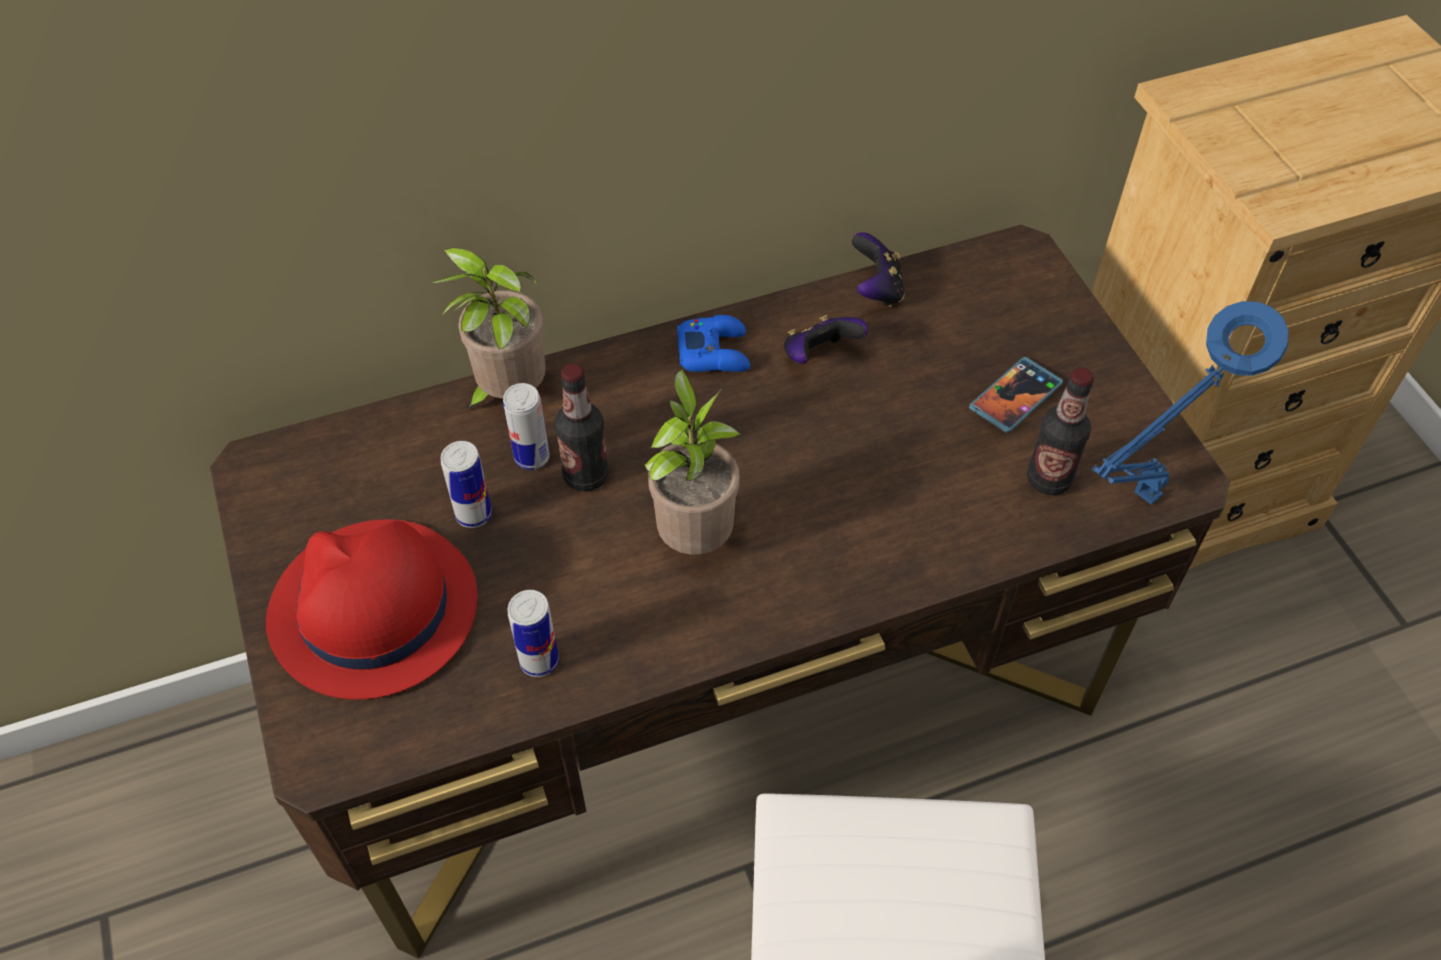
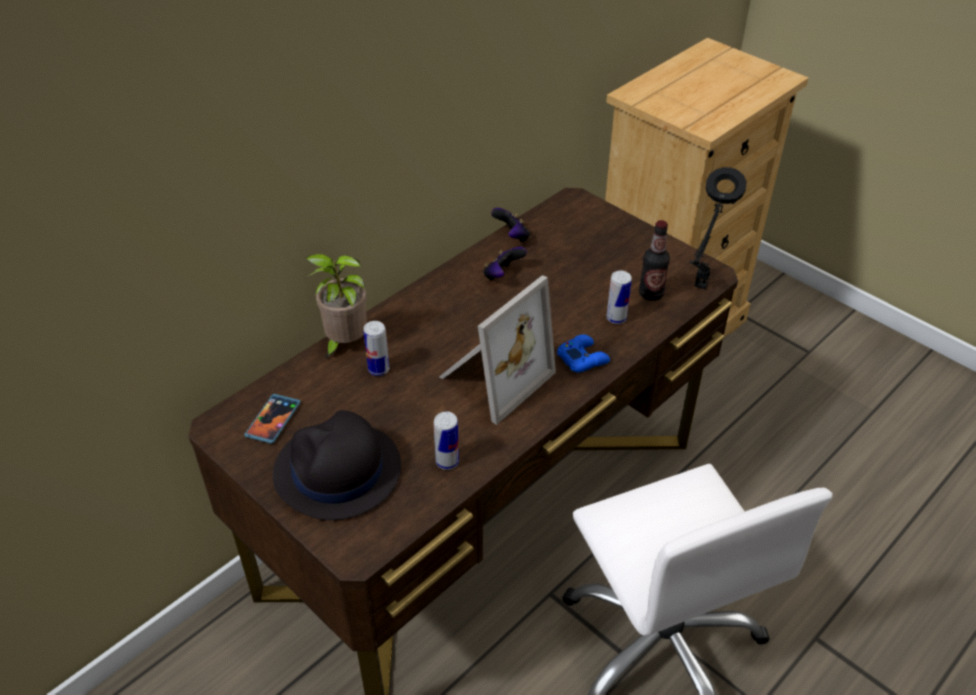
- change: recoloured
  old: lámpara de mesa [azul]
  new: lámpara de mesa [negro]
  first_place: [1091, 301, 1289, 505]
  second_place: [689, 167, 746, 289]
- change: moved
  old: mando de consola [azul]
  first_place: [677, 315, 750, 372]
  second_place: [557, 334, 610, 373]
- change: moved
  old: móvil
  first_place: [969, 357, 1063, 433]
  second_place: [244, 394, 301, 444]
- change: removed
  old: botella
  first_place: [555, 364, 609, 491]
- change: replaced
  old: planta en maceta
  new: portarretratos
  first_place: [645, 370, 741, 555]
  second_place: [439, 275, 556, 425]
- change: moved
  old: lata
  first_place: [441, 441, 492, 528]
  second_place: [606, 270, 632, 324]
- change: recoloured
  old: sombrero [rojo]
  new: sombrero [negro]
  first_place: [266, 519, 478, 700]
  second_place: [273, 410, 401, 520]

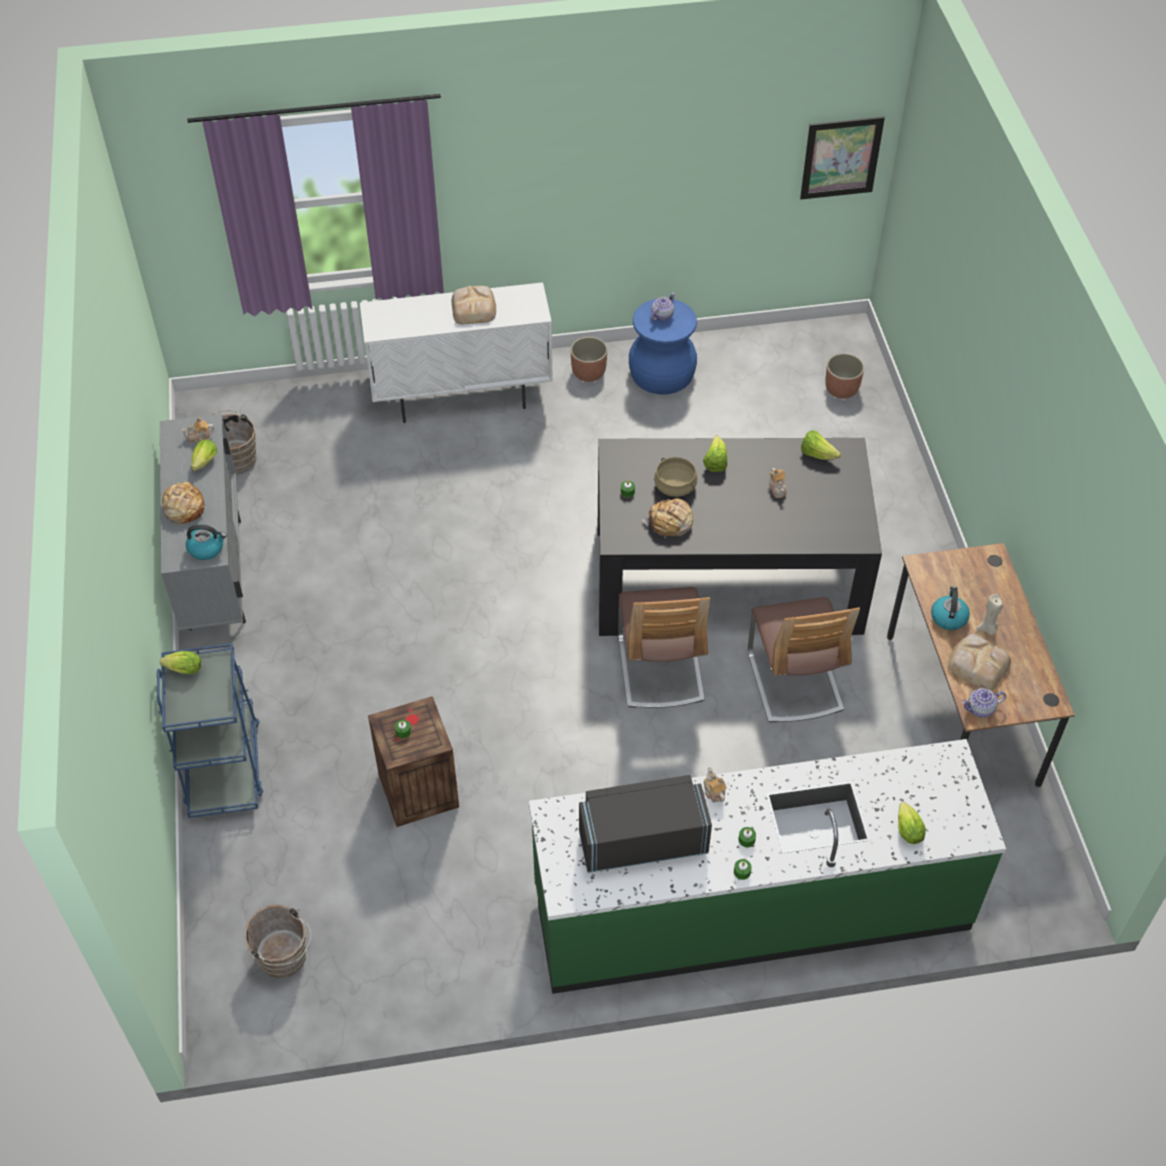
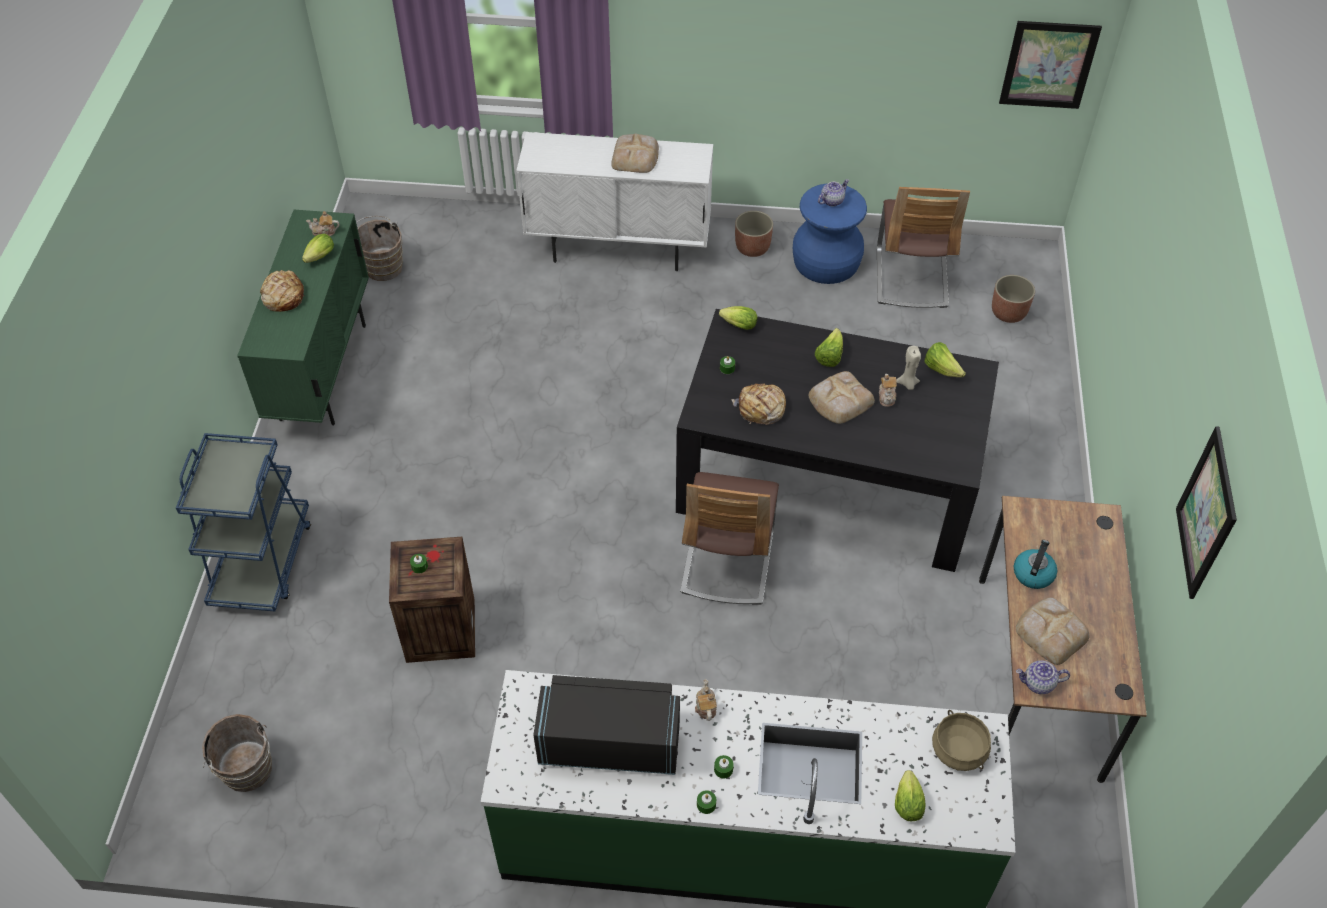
- change: recoloured
  old: armario [gris]
  new: armario [verde]
  first_place: [160, 414, 246, 630]
  second_place: [237, 210, 369, 425]
- change: moved
  old: olla [beis]
  first_place: [654, 457, 697, 497]
  second_place: [932, 710, 991, 771]
- change: removed
  old: hervidor
  first_place: [186, 525, 227, 560]
- change: moved
  old: vela [beis]
  first_place: [976, 594, 1003, 635]
  second_place: [896, 346, 921, 390]
- change: moved
  old: silla
  first_place: [748, 597, 860, 722]
  second_place: [877, 187, 970, 308]
- change: moved
  old: lechuga
  first_place: [160, 651, 201, 674]
  second_place: [719, 306, 758, 330]
- change: added
  new: pan
  second_place: [809, 371, 875, 424]
- change: added
  new: cuadro
  second_place: [1176, 426, 1237, 599]

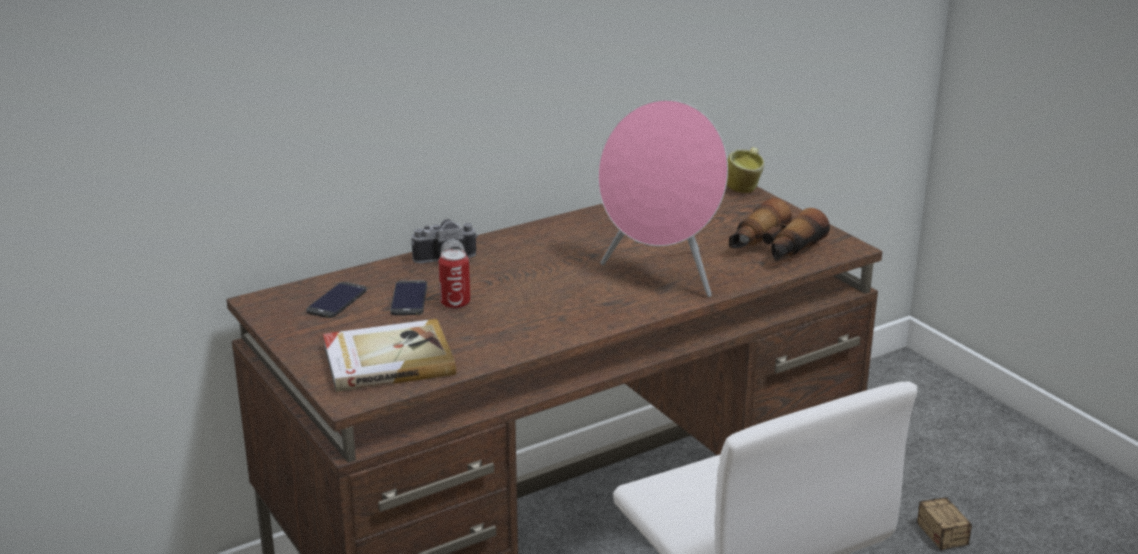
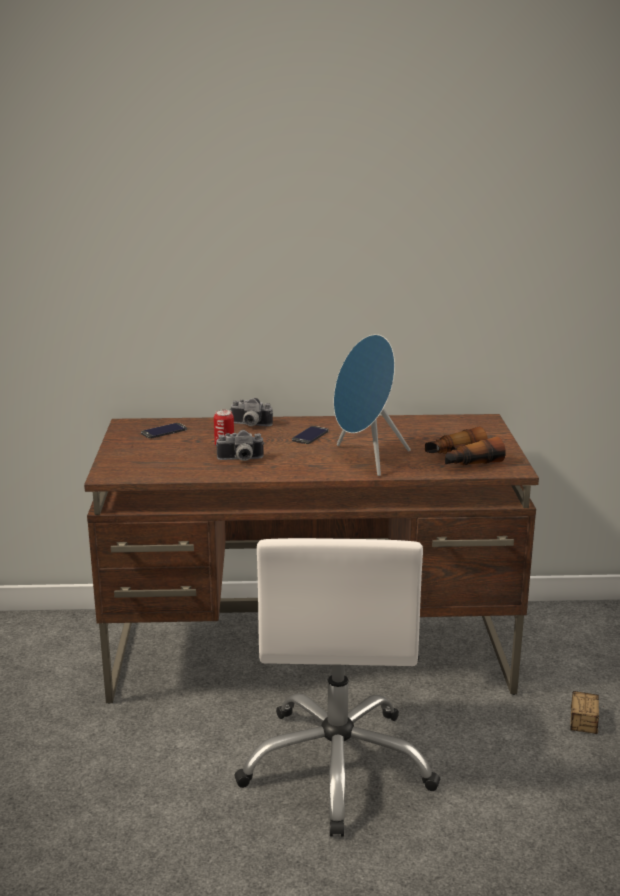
- change: recoloured
  old: altavoz [rosa]
  new: altavoz [azul]
  first_place: [598, 100, 728, 297]
  second_place: [334, 334, 411, 476]
- change: removed
  old: taza grande
  first_place: [727, 147, 764, 193]
- change: moved
  old: móvil
  first_place: [390, 281, 427, 315]
  second_place: [292, 426, 329, 444]
- change: removed
  old: libro
  first_place: [323, 319, 456, 392]
- change: added
  new: cámara
  second_place: [216, 430, 265, 461]

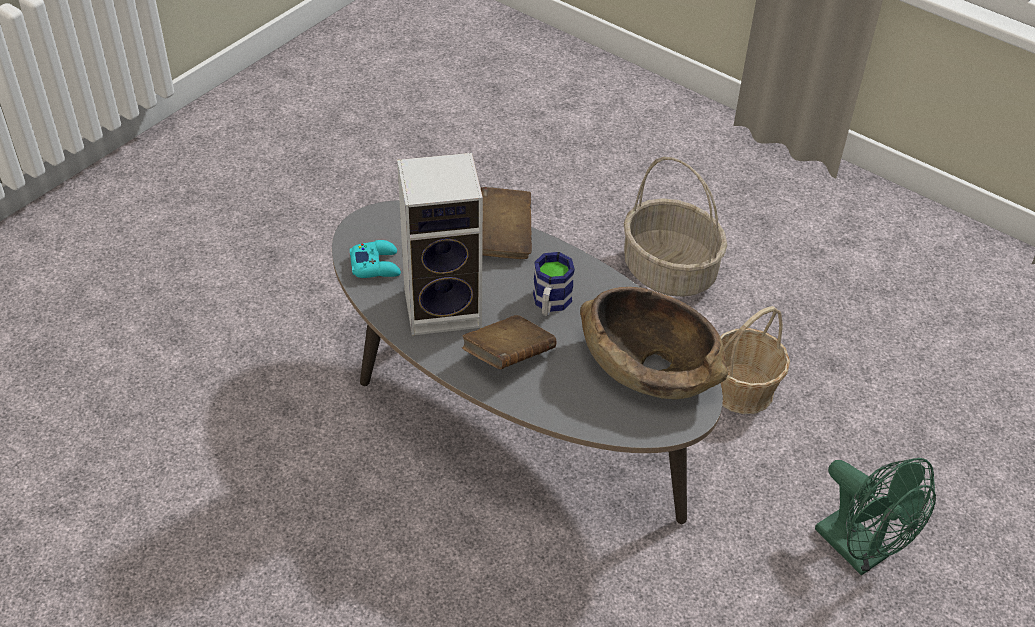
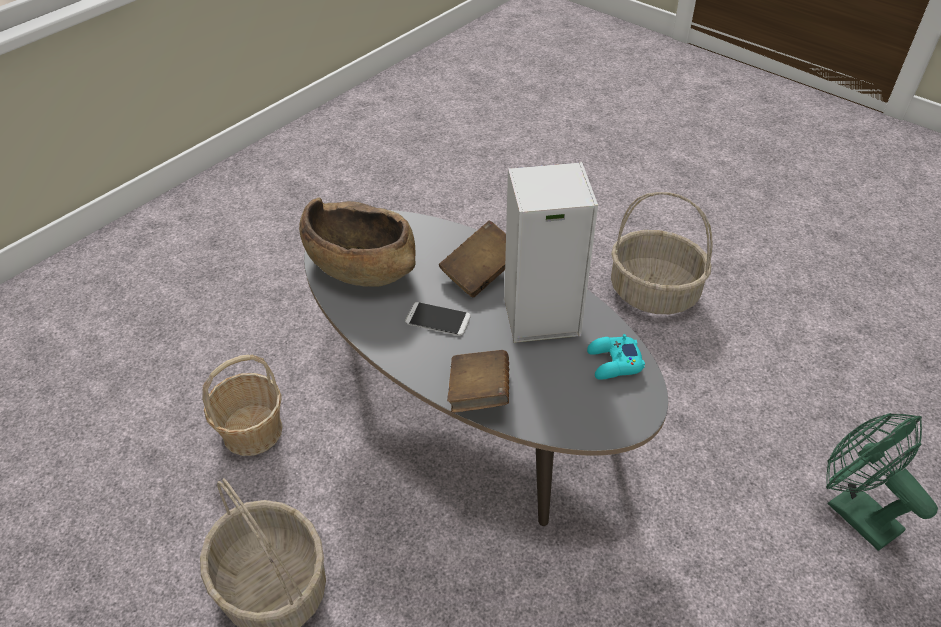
- change: replaced
  old: taza grande
  new: móvil
  first_place: [533, 252, 575, 316]
  second_place: [405, 302, 471, 336]
- change: moved
  old: ventilador [verde]
  first_place: [815, 458, 936, 576]
  second_place: [826, 413, 938, 551]
- change: added
  new: cesta
  second_place: [611, 192, 712, 314]

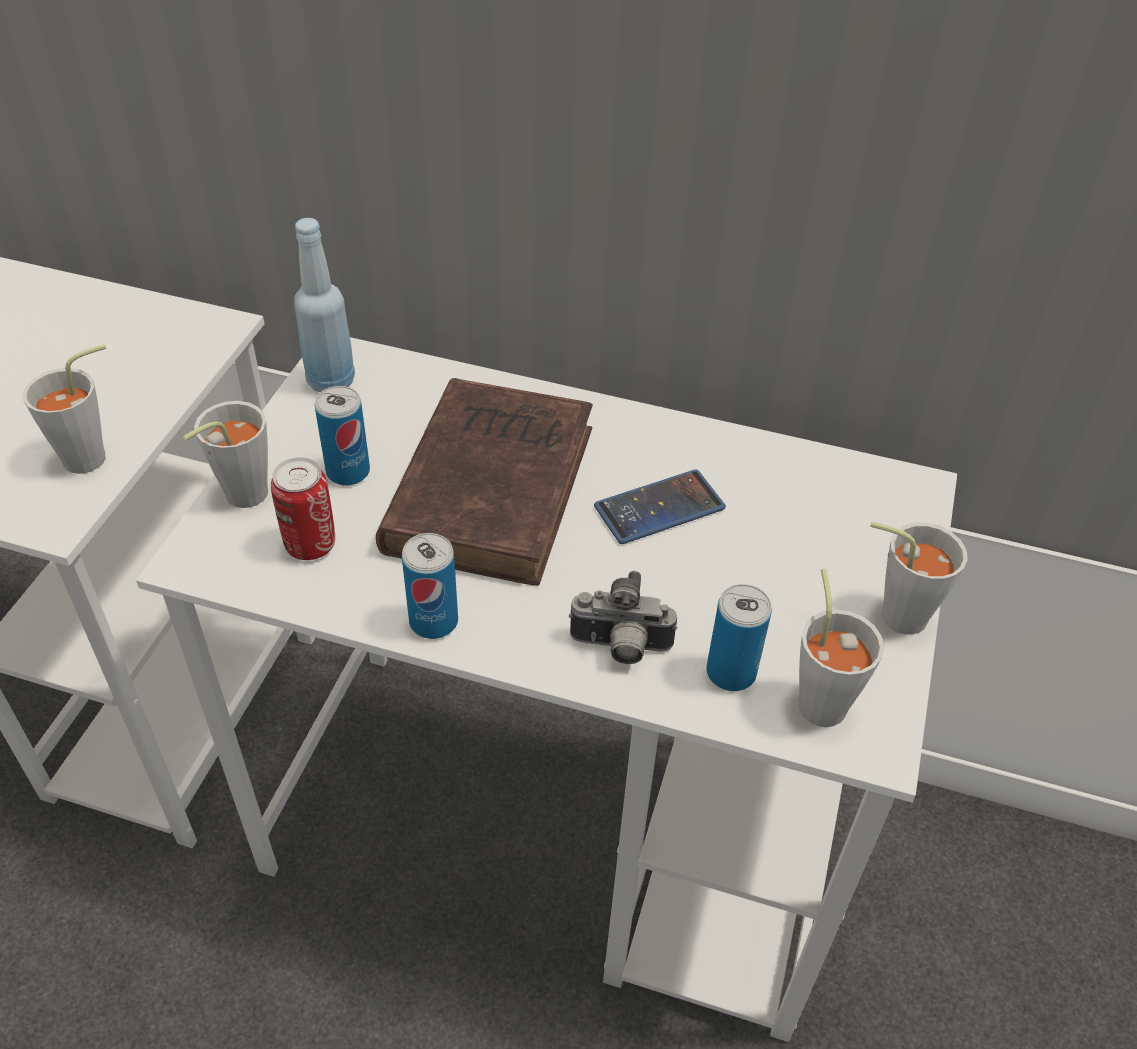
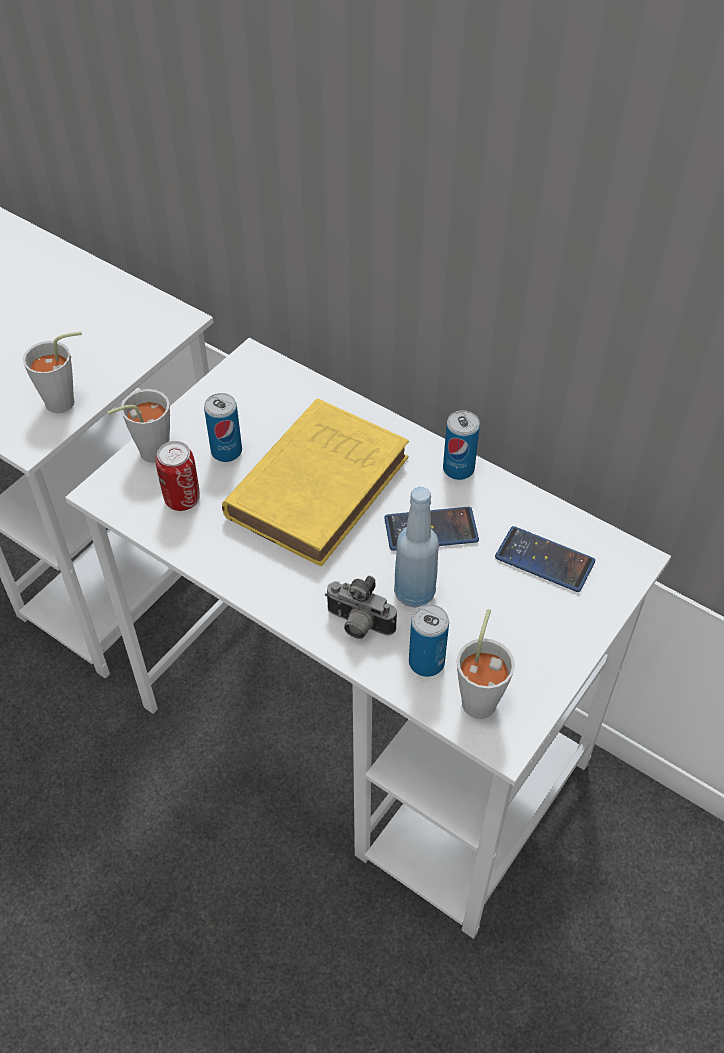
- change: moved
  old: botella [azul]
  first_place: [294, 218, 355, 392]
  second_place: [394, 487, 439, 608]
- change: recoloured
  old: libro [marrón]
  new: libro [amarillo]
  first_place: [376, 378, 593, 586]
  second_place: [222, 399, 409, 566]
- change: removed
  old: taza [gris]
  first_place: [870, 522, 968, 635]
- change: moved
  old: lata
  first_place: [402, 533, 458, 639]
  second_place: [443, 410, 480, 480]
- change: added
  new: móvil
  second_place: [495, 526, 595, 592]

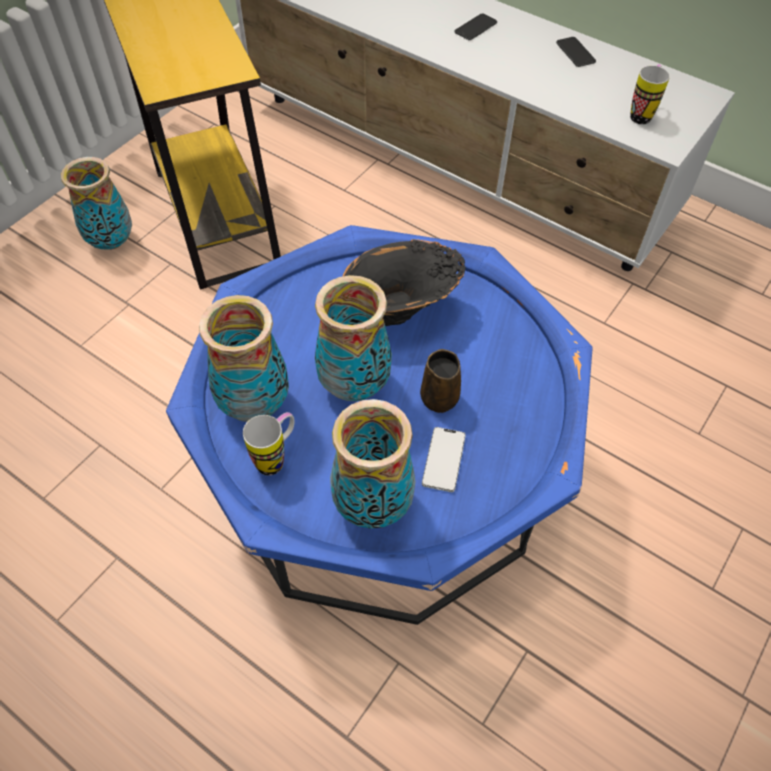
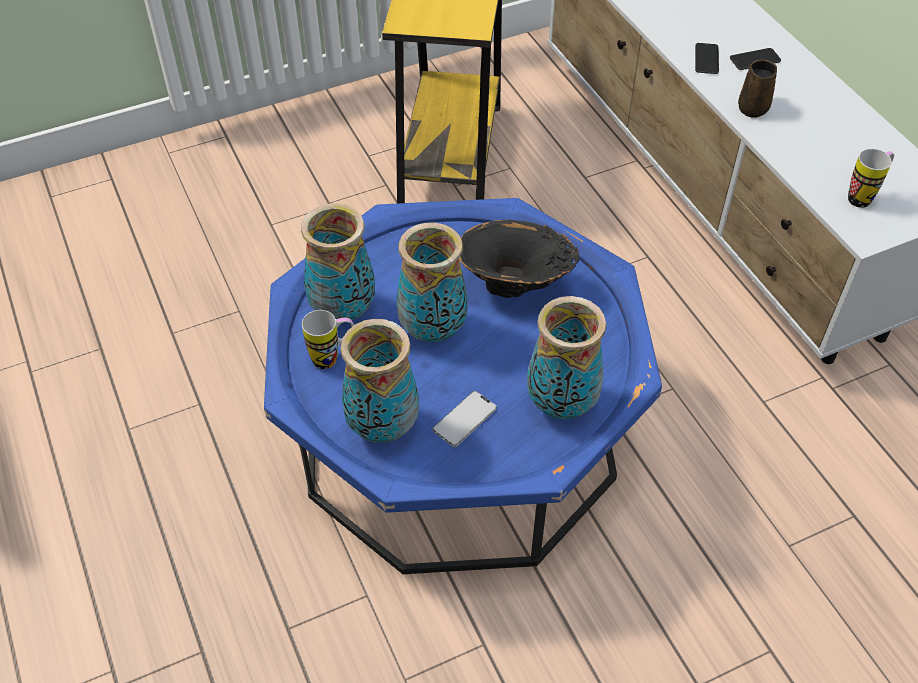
- change: moved
  old: móvil
  first_place: [556, 37, 596, 67]
  second_place: [695, 43, 719, 74]
- change: moved
  old: florero
  first_place: [61, 157, 132, 250]
  second_place: [527, 296, 606, 419]
- change: moved
  old: taza grande [marrón]
  first_place: [420, 349, 461, 413]
  second_place: [738, 60, 777, 118]

